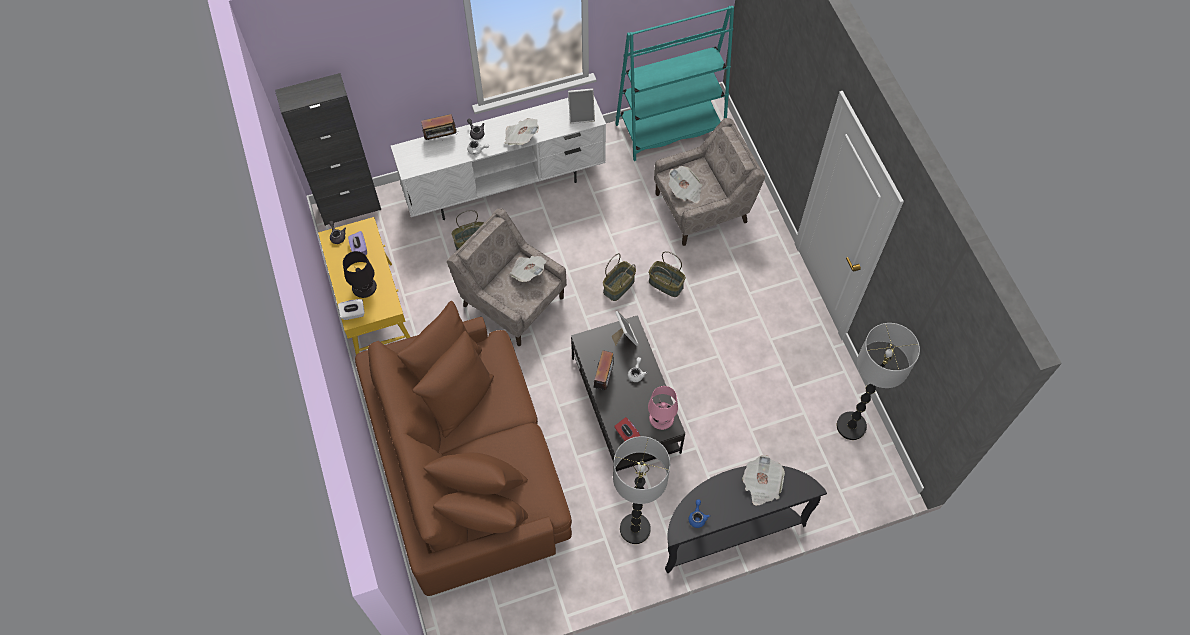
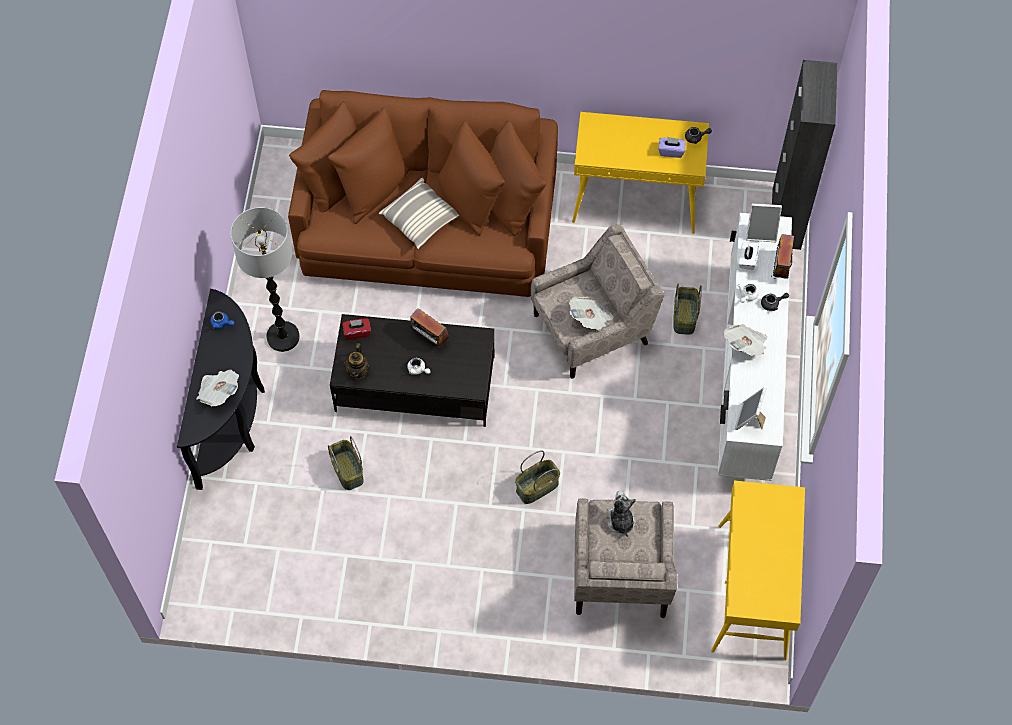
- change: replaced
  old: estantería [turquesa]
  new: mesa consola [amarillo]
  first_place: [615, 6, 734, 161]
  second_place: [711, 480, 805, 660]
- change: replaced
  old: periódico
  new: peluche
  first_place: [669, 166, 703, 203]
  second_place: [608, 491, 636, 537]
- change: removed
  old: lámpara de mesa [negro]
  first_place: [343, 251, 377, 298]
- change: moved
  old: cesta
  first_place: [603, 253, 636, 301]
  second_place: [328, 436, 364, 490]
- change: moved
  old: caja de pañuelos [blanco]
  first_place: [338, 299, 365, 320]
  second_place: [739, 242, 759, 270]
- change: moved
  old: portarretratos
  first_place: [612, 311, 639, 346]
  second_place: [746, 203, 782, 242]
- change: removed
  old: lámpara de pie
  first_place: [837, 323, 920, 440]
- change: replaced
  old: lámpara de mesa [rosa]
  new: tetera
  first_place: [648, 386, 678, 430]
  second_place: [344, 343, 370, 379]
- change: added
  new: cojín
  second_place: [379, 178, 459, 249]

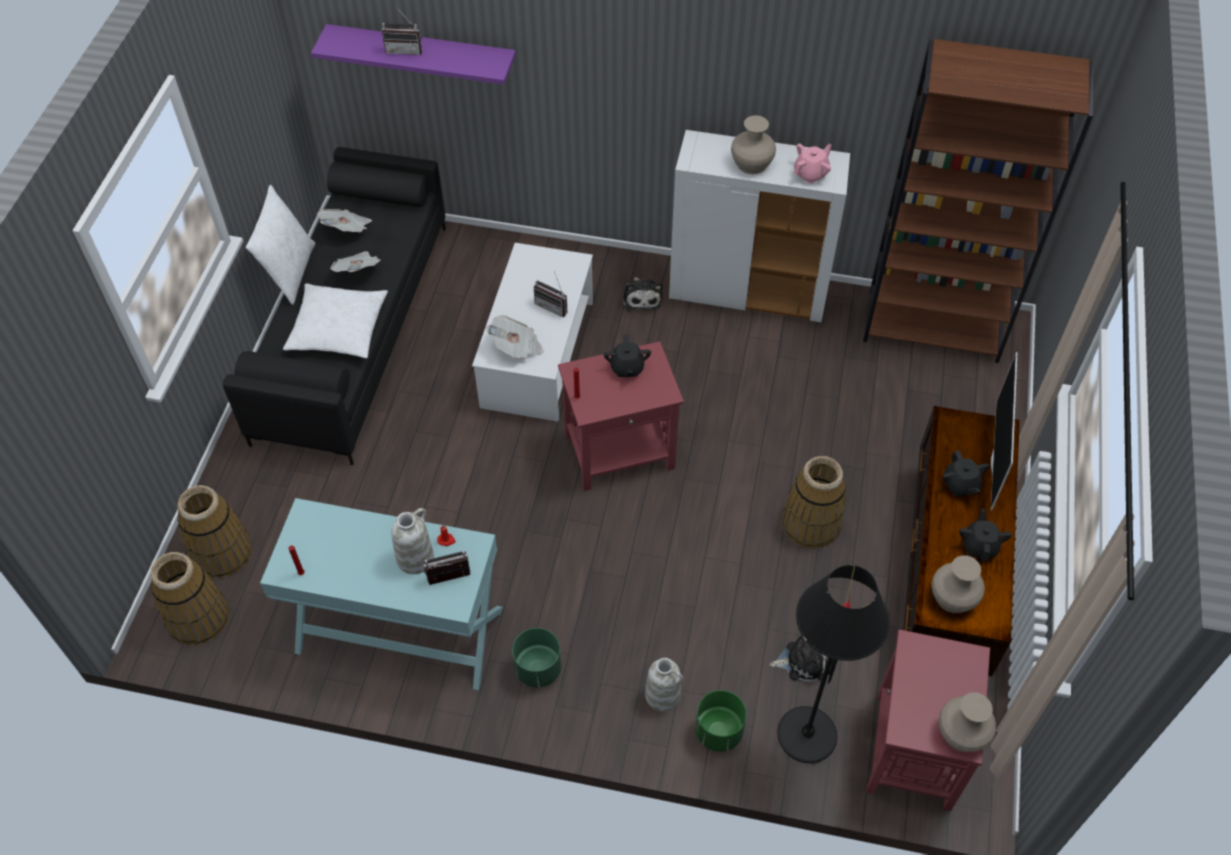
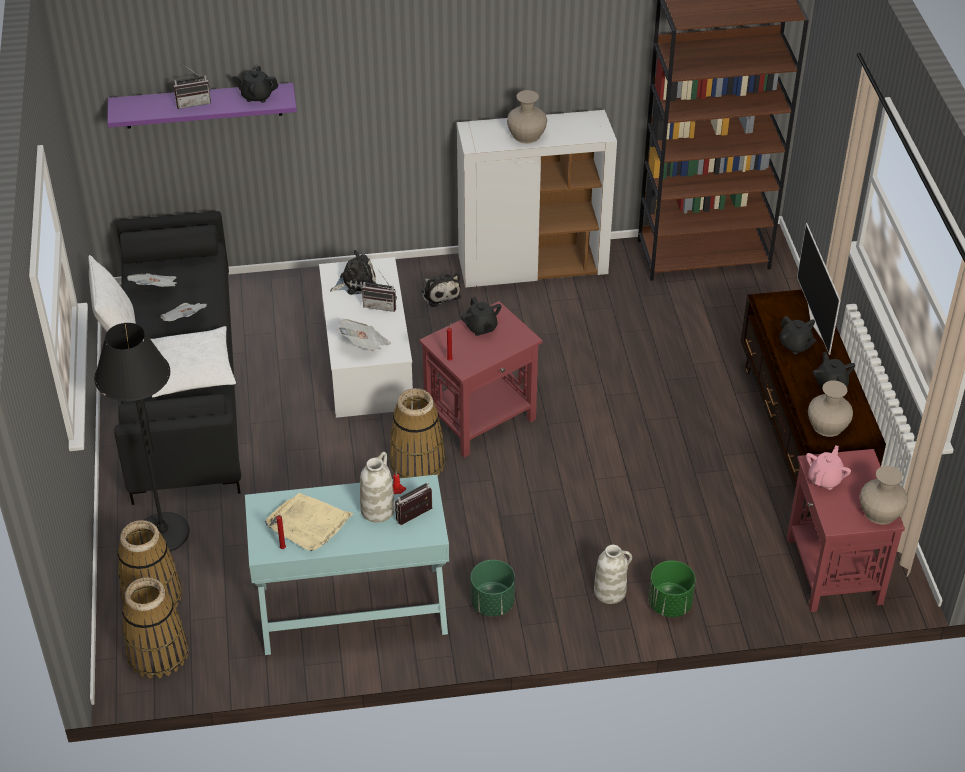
- change: moved
  old: tetera [rosa]
  first_place: [793, 143, 832, 184]
  second_place: [806, 445, 851, 490]
- change: moved
  old: cesta
  first_place: [782, 456, 846, 549]
  second_place: [389, 388, 446, 478]
- change: moved
  old: lámpara de pie [negro]
  first_place: [777, 565, 890, 763]
  second_place: [94, 323, 190, 552]
- change: moved
  old: peluche
  first_place: [770, 635, 828, 682]
  second_place: [330, 250, 378, 295]
- change: added
  new: tetera [negro]
  second_place: [232, 66, 279, 103]
- change: added
  new: bandeja [beis]
  second_place: [265, 493, 354, 551]

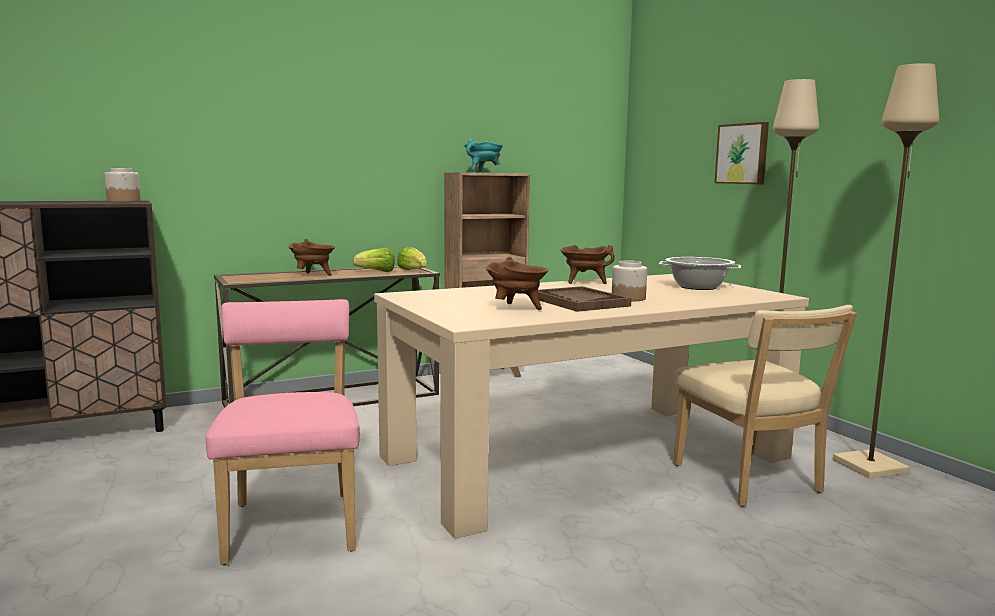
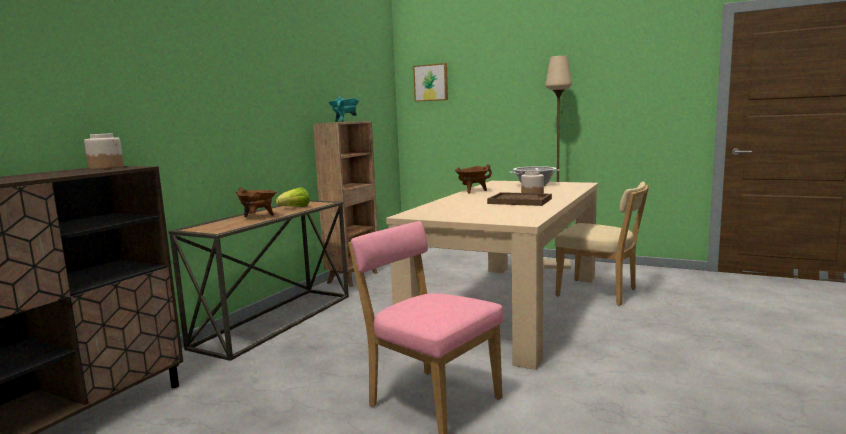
- change: removed
  old: lámpara de pie [beis]
  first_place: [833, 63, 939, 479]
- change: moved
  old: cuadro
  first_place: [715, 122, 769, 184]
  second_place: [413, 63, 448, 102]
- change: removed
  old: lechuga
  first_place: [397, 246, 427, 270]
- change: removed
  old: olla [marrón]
  first_place: [486, 257, 548, 310]

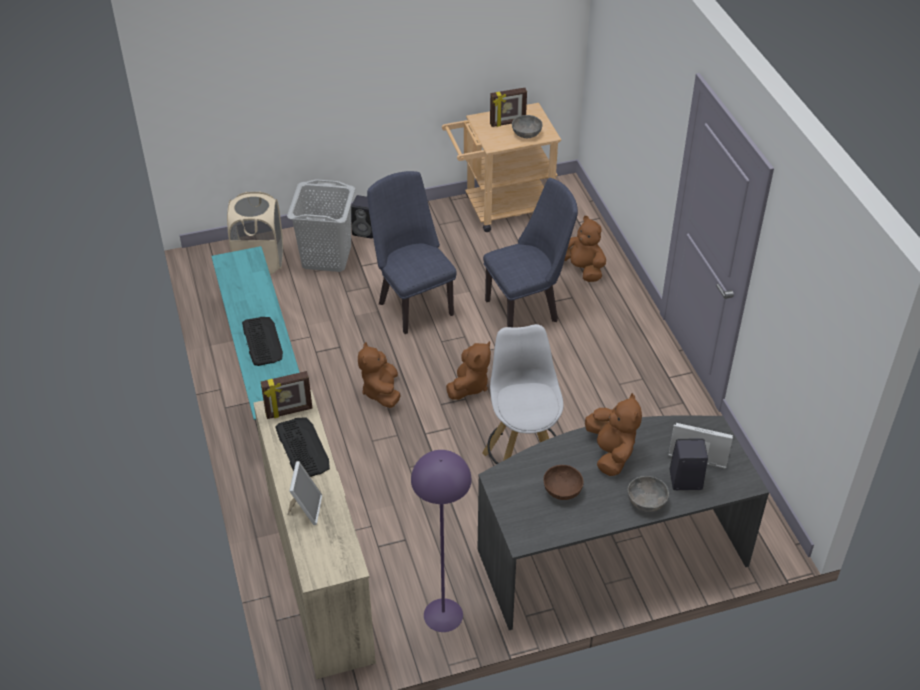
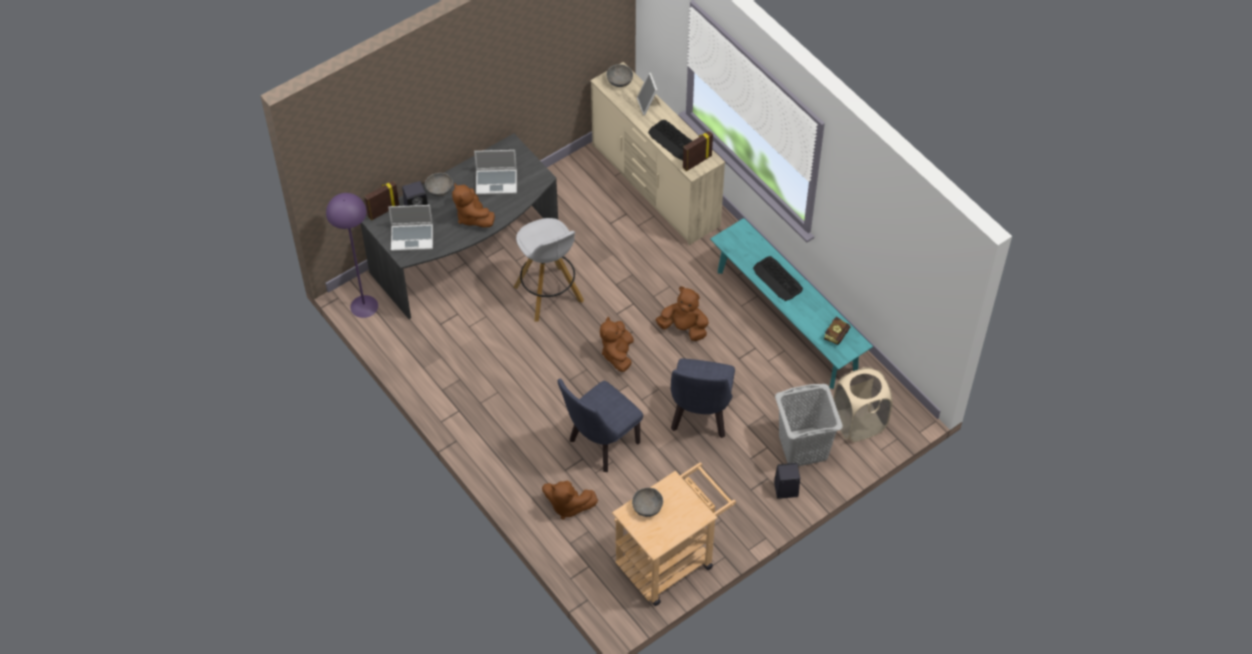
- change: moved
  old: portarretratos
  first_place: [490, 88, 527, 127]
  second_place: [365, 181, 399, 221]
- change: turned
  old: silla [azul]
  first_place: [367, 171, 457, 334]
  second_place: [671, 359, 735, 438]
  degrees: 60
- change: turned
  old: peluche [marrón]
  first_place: [358, 342, 401, 408]
  second_place: [656, 287, 709, 341]
  degrees: -45
- change: moved
  old: lámpara de pie [morado]
  first_place: [411, 450, 472, 632]
  second_place: [326, 193, 378, 318]
- change: replaced
  old: cuenco [marrón]
  new: portátil
  first_place: [543, 465, 583, 500]
  second_place: [474, 150, 517, 195]
- change: added
  new: cuenco [gris]
  second_place: [606, 64, 633, 87]
- change: added
  new: libro
  second_place: [824, 316, 850, 345]

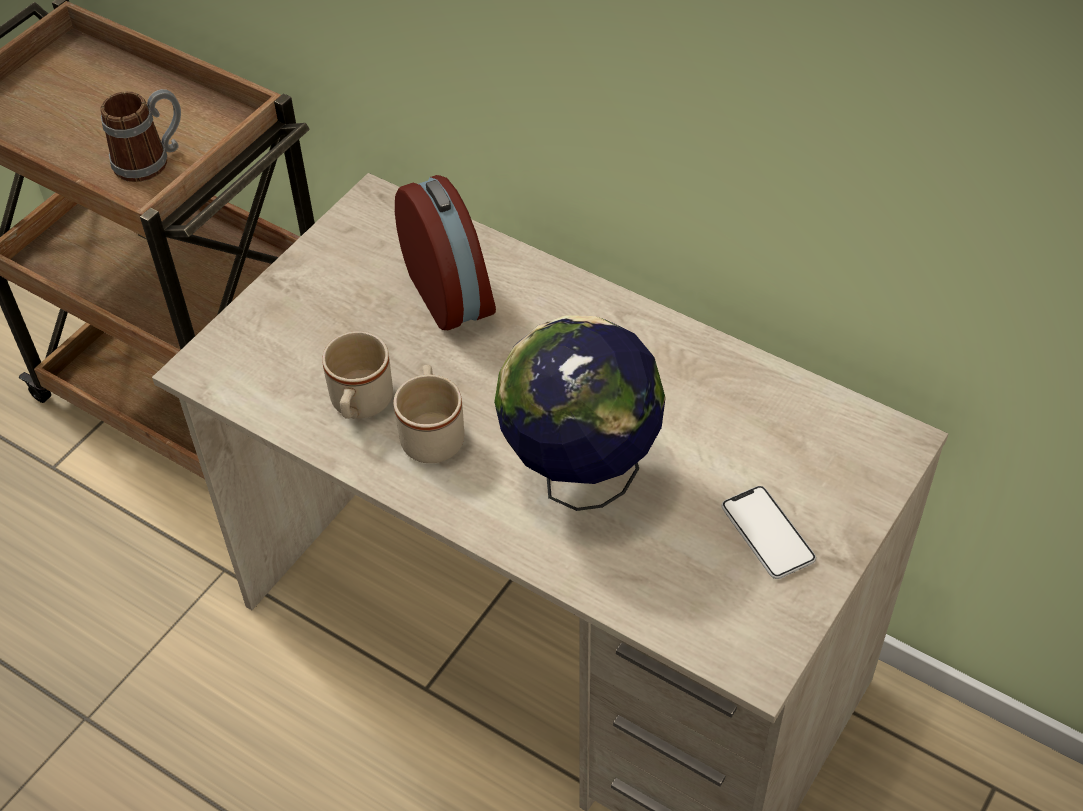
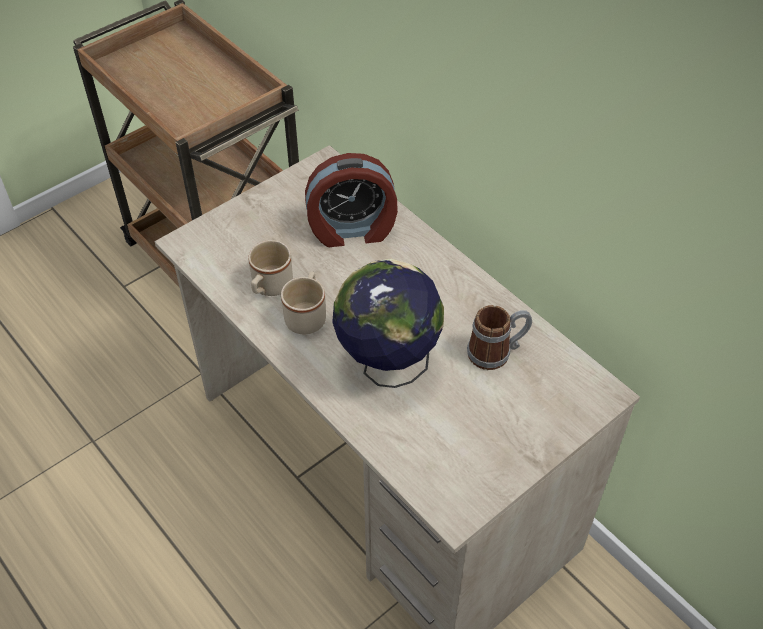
- change: moved
  old: taza grande
  first_place: [101, 89, 181, 182]
  second_place: [467, 305, 532, 370]
- change: turned
  old: despertador
  first_place: [395, 175, 496, 330]
  second_place: [305, 153, 398, 247]
  degrees: 90
- change: removed
  old: móvil
  first_place: [721, 486, 816, 579]

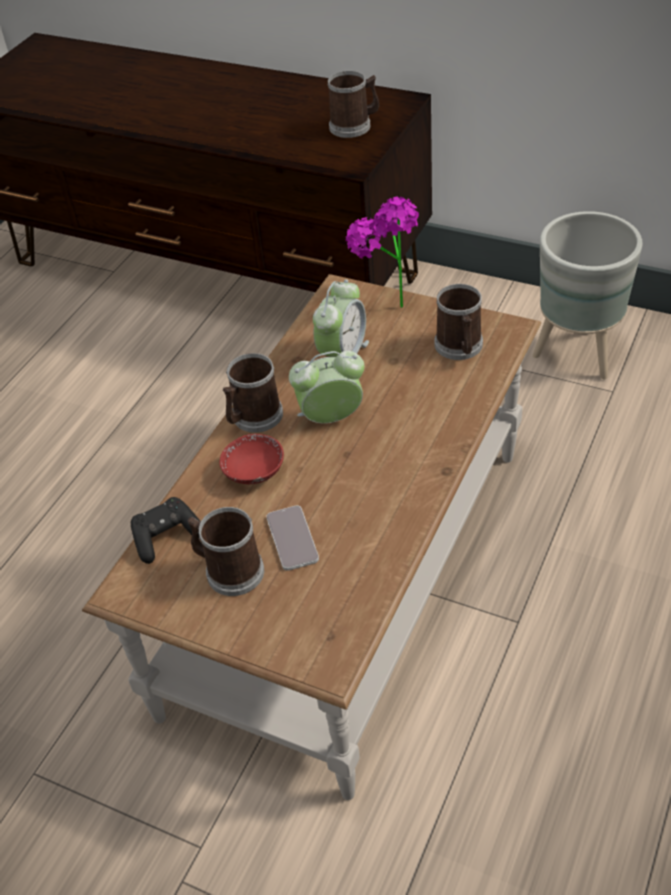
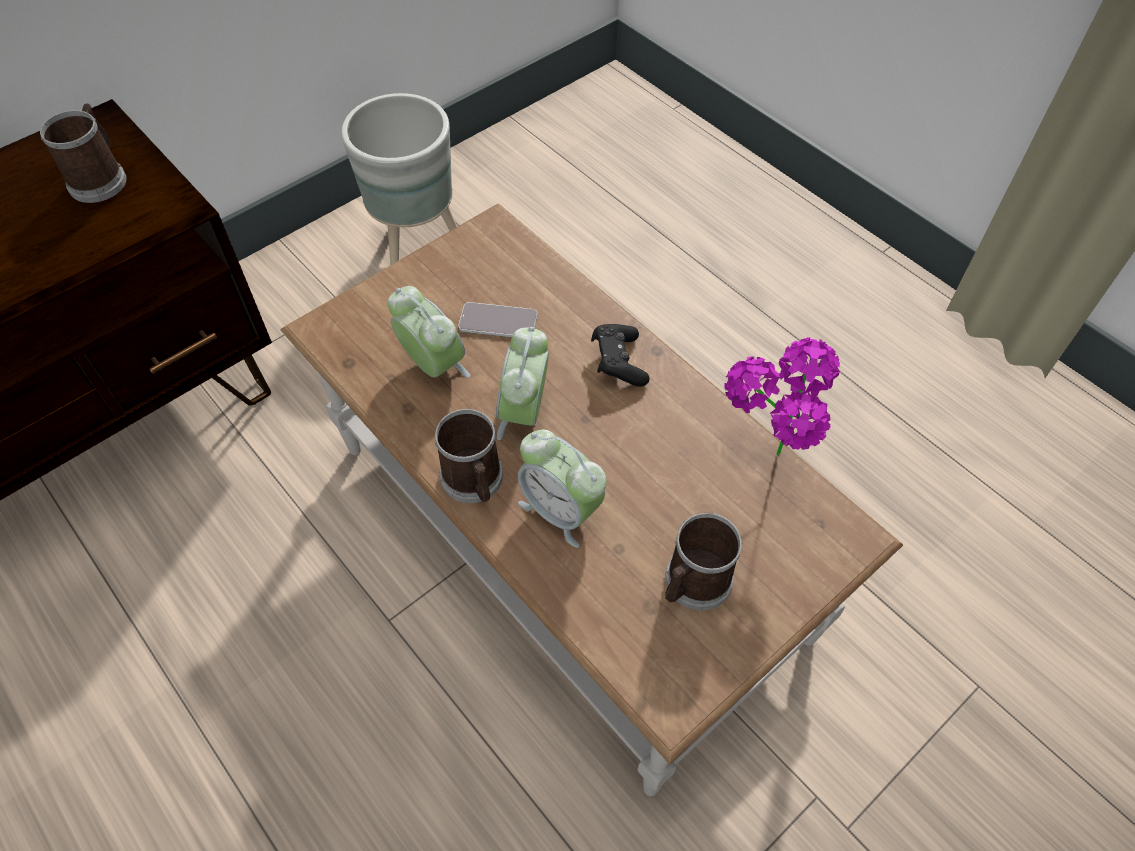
- change: moved
  old: planta en maceta
  first_place: [346, 196, 419, 308]
  second_place: [724, 337, 840, 455]
- change: removed
  old: taza grande
  first_place: [434, 284, 483, 360]
- change: replaced
  old: cuenco [rojo]
  new: despertador
  first_place: [220, 434, 284, 484]
  second_place: [518, 430, 607, 548]
- change: moved
  old: mando de consola [negro]
  first_place: [131, 497, 201, 564]
  second_place: [591, 324, 649, 387]
- change: moved
  old: móvil
  first_place: [267, 505, 319, 571]
  second_place: [458, 302, 537, 337]

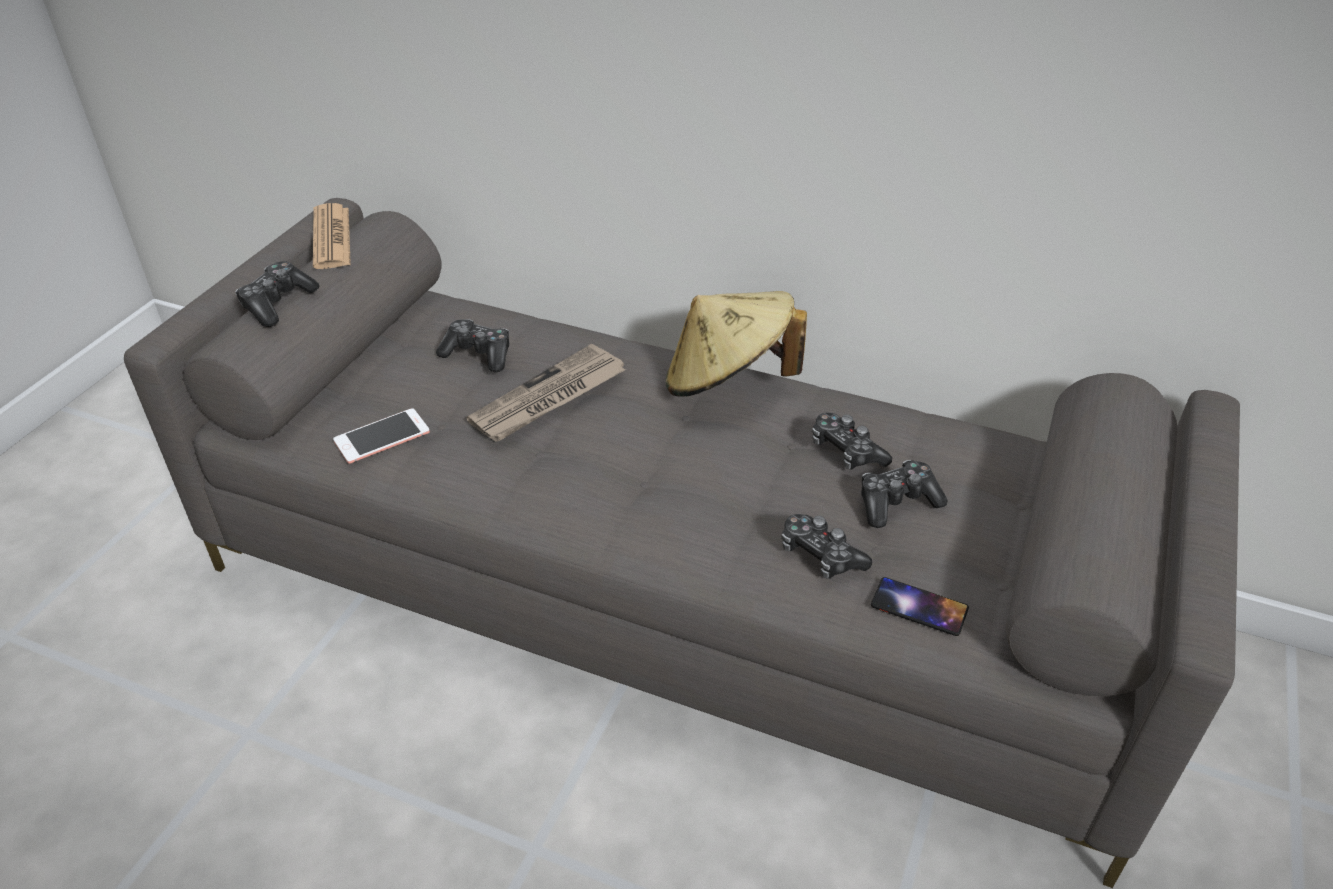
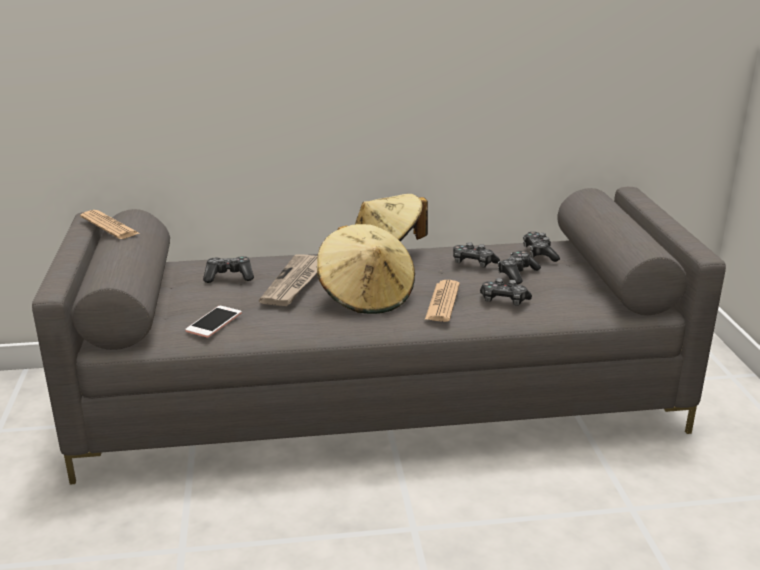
- change: moved
  old: mando de consola
  first_place: [235, 261, 320, 327]
  second_place: [523, 232, 560, 262]
- change: removed
  old: móvil
  first_place: [871, 577, 969, 636]
- change: added
  new: sombrero [beis]
  second_place: [317, 224, 415, 314]
- change: added
  new: periódico
  second_place: [425, 280, 460, 322]

